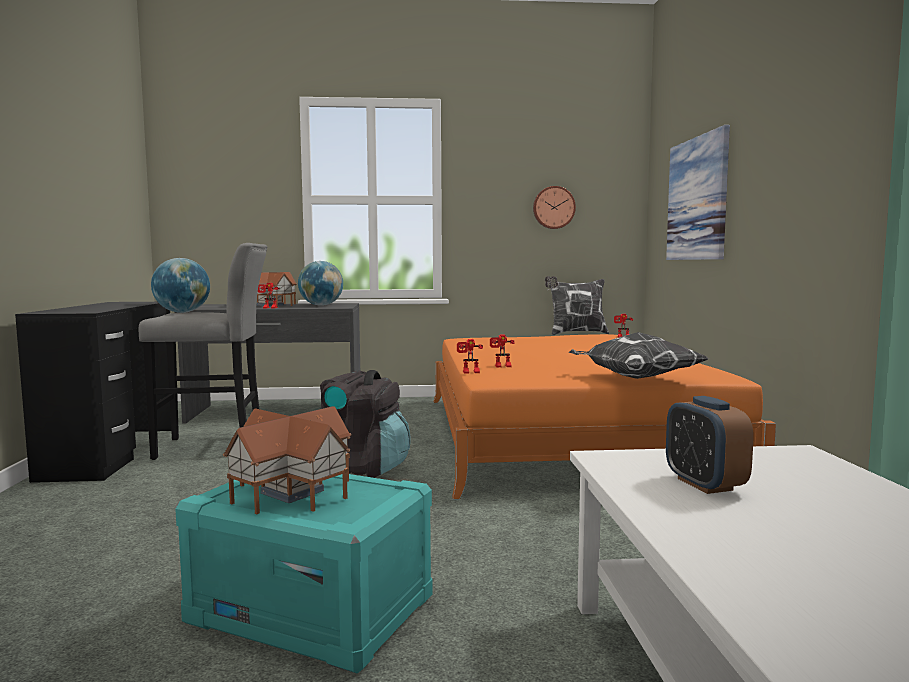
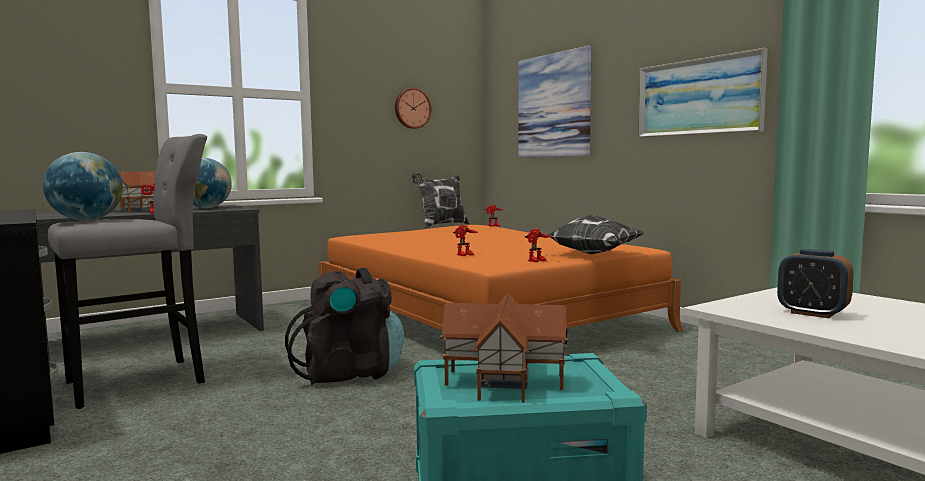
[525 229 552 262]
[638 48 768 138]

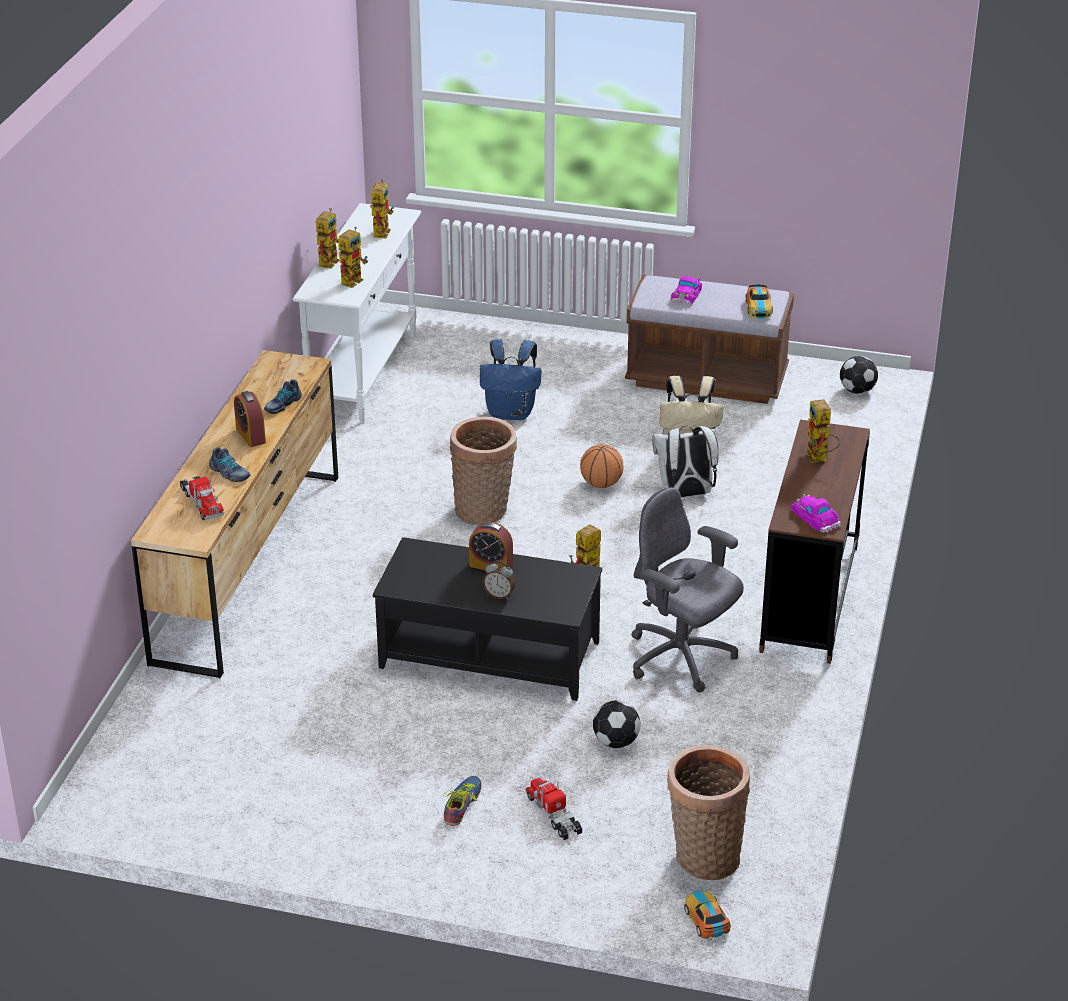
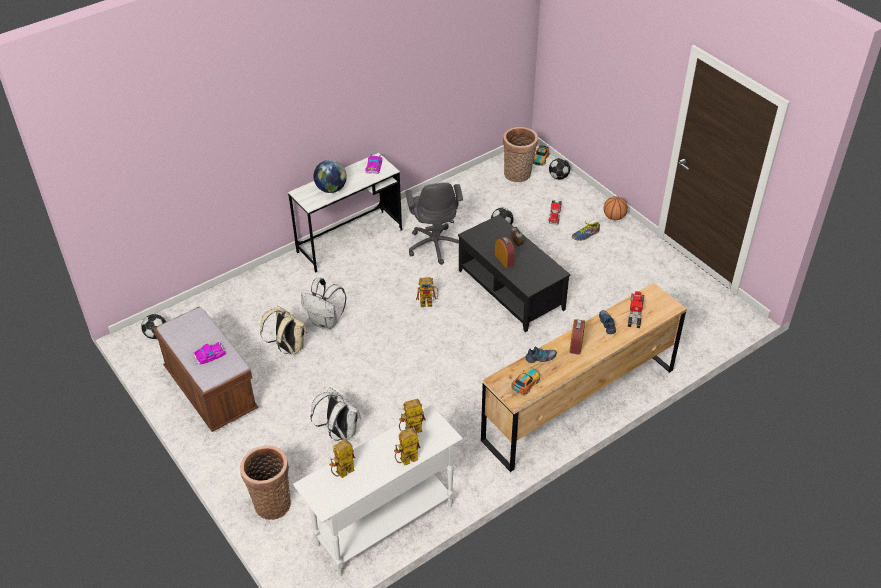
[240 445 291 520]
[288 153 403 272]
[310 387 361 441]
[314 160 347 193]
[511 368 540 395]
[549 158 570 180]
[603 196 628 220]

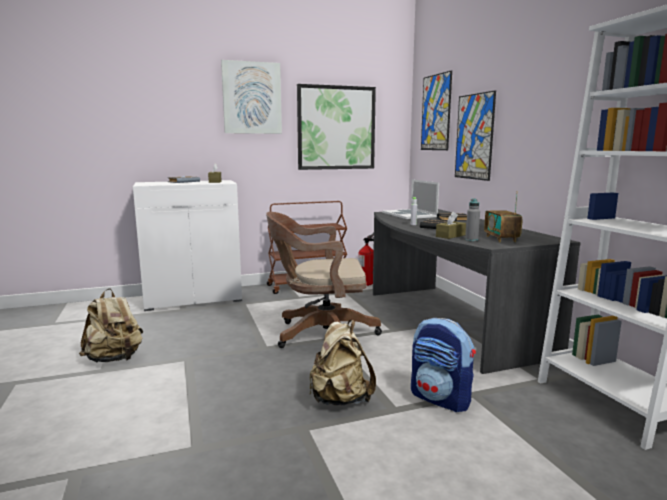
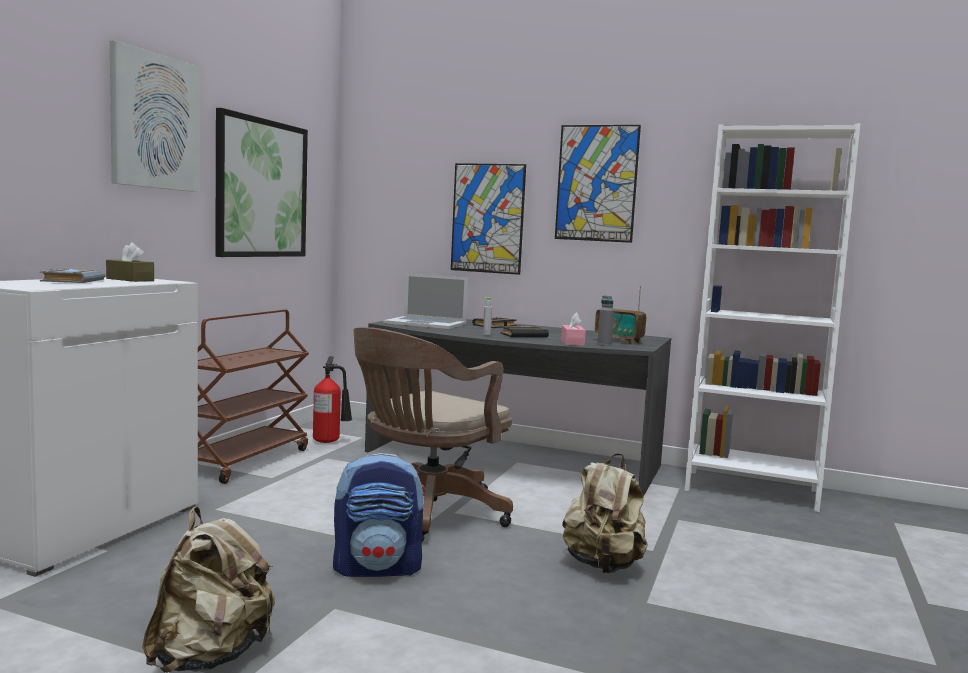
[333 453 425 577]
[555 125 641 243]
[561 313 586 346]

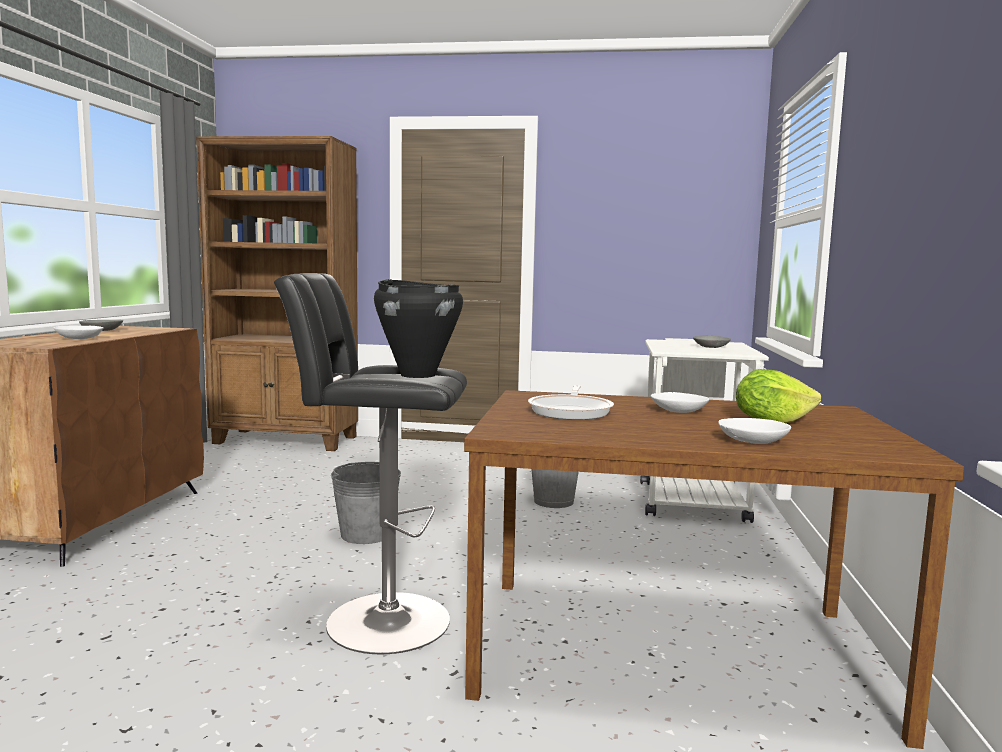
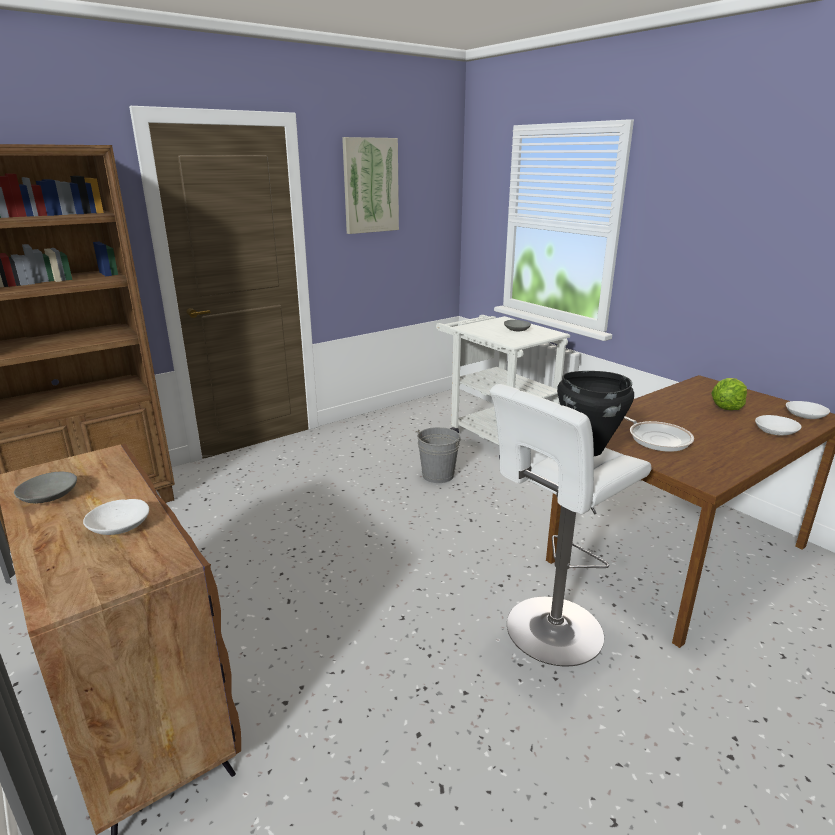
[342 137 399 234]
[490 384 651 667]
[786 401 830 419]
[331 462 401 544] (first image)

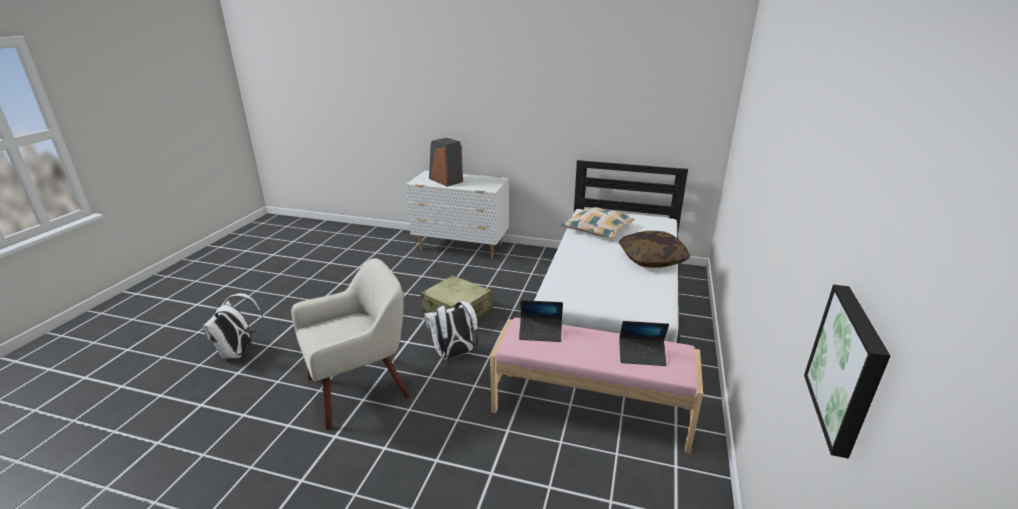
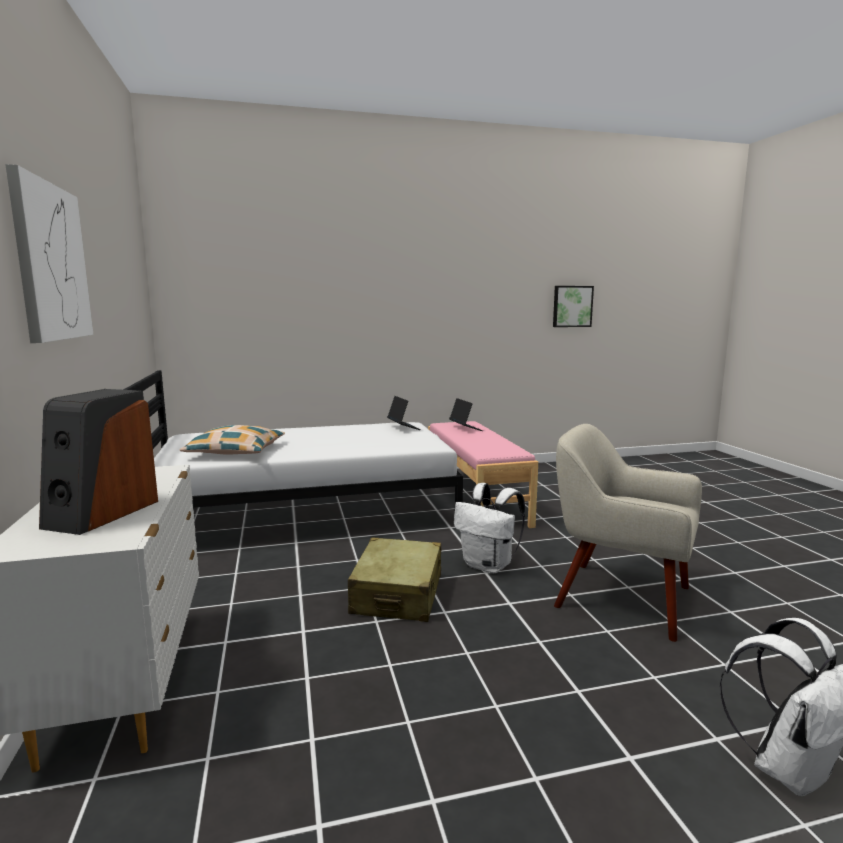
[5 164 93 343]
[387 396 421 430]
[619 231 690 268] (first image)

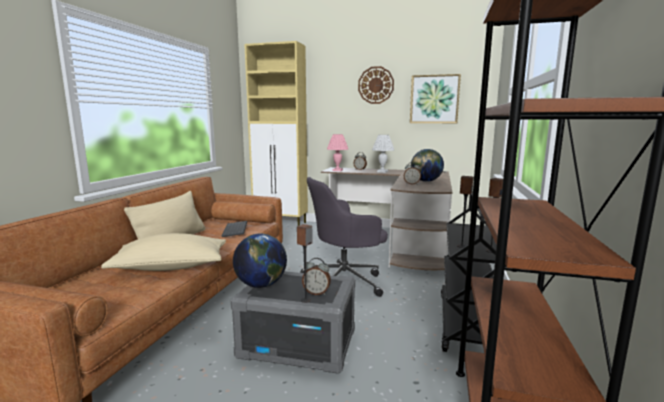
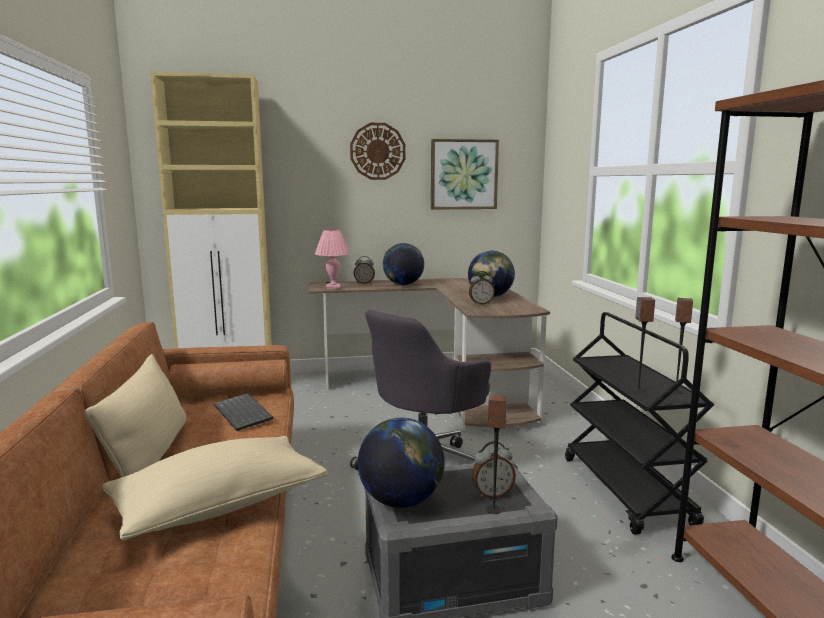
[383 243 424 285]

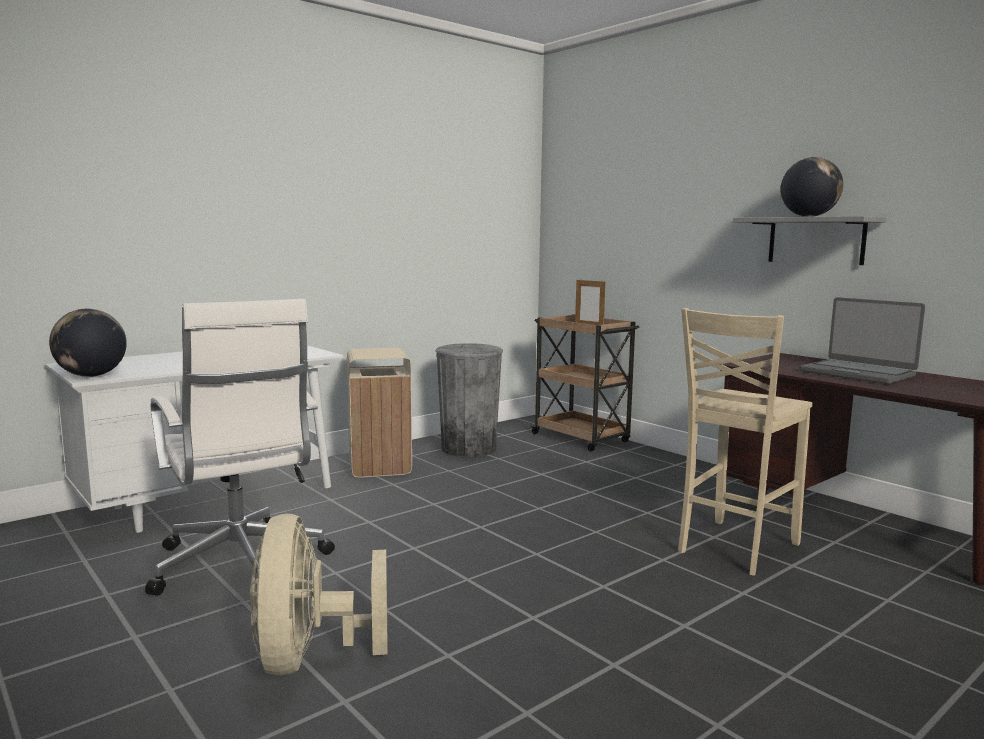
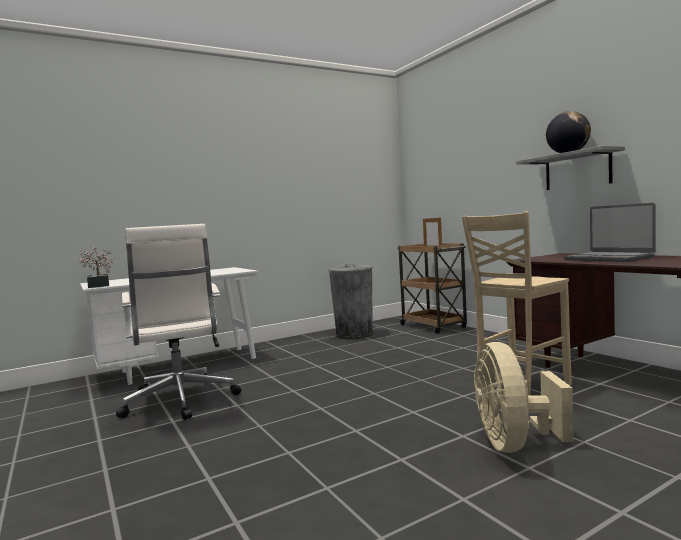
[79 247 116 288]
[474 342 573 453]
[347 348 412 477] (first image)

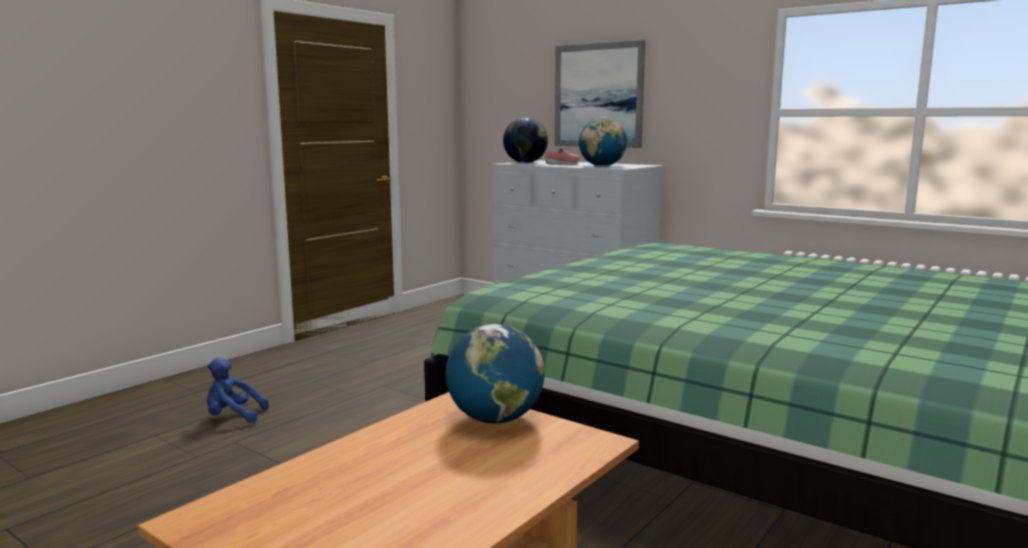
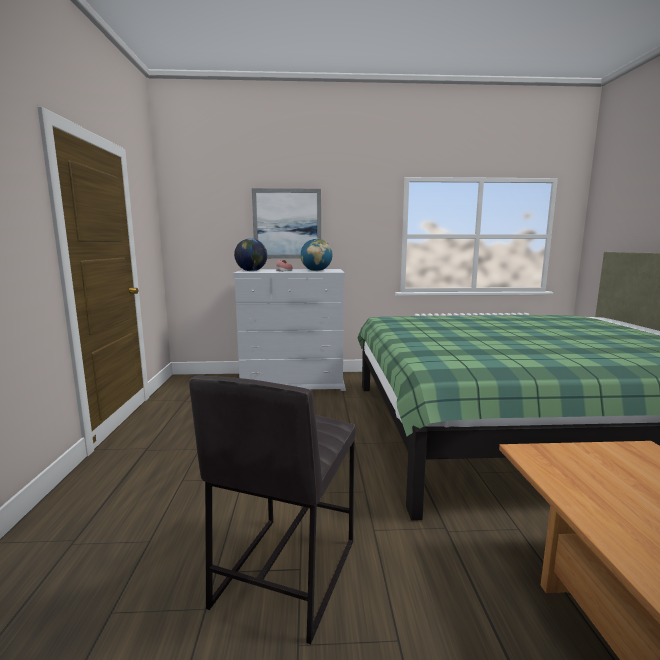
[189 376 356 644]
[207 358 269 423] (first image)
[446 324 544 424] (first image)

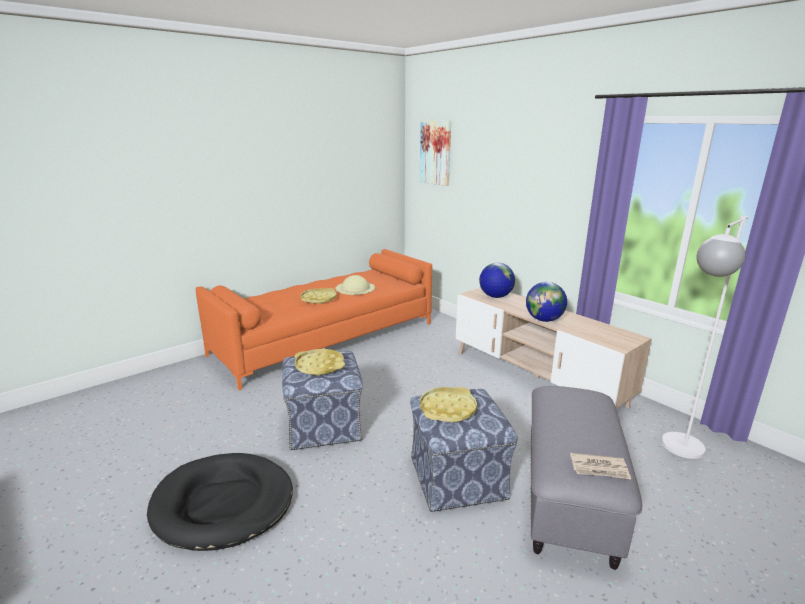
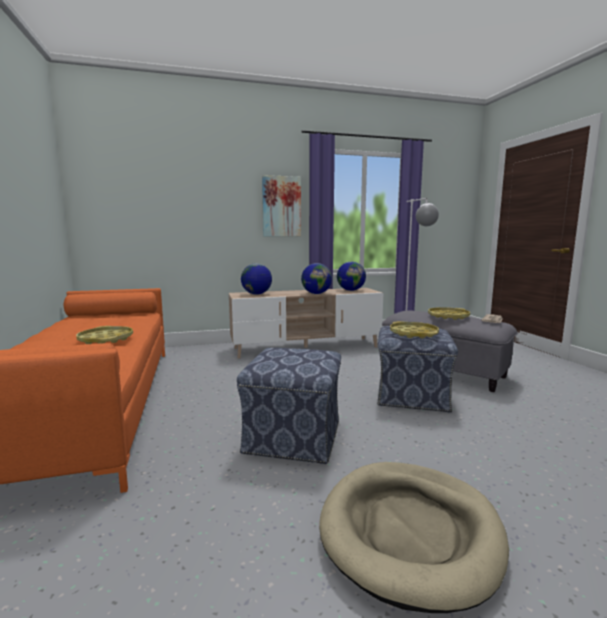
[262 175 301 237]
[319 462 509 613]
[337 262 366 291]
[428 307 470 320]
[335 275 375 295] (first image)

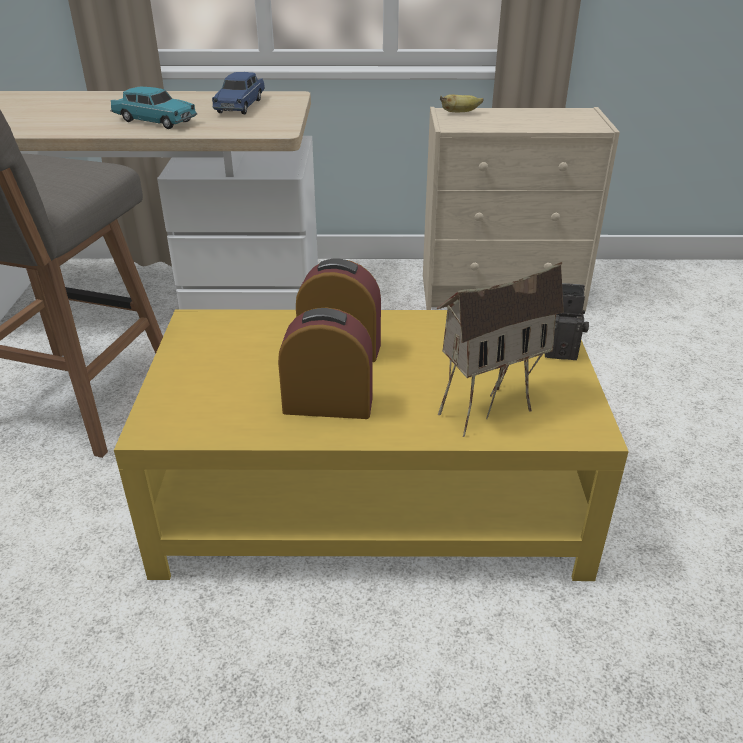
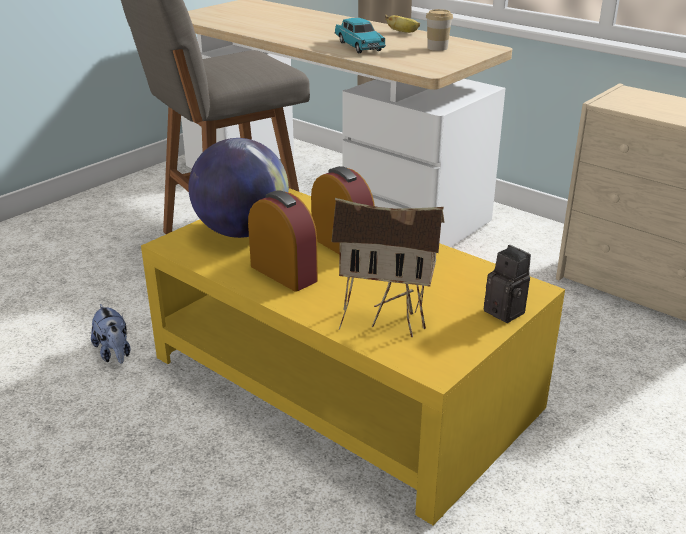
[91 304 130 364]
[188 138 289 238]
[385 15 420 33]
[426 9 453 51]

